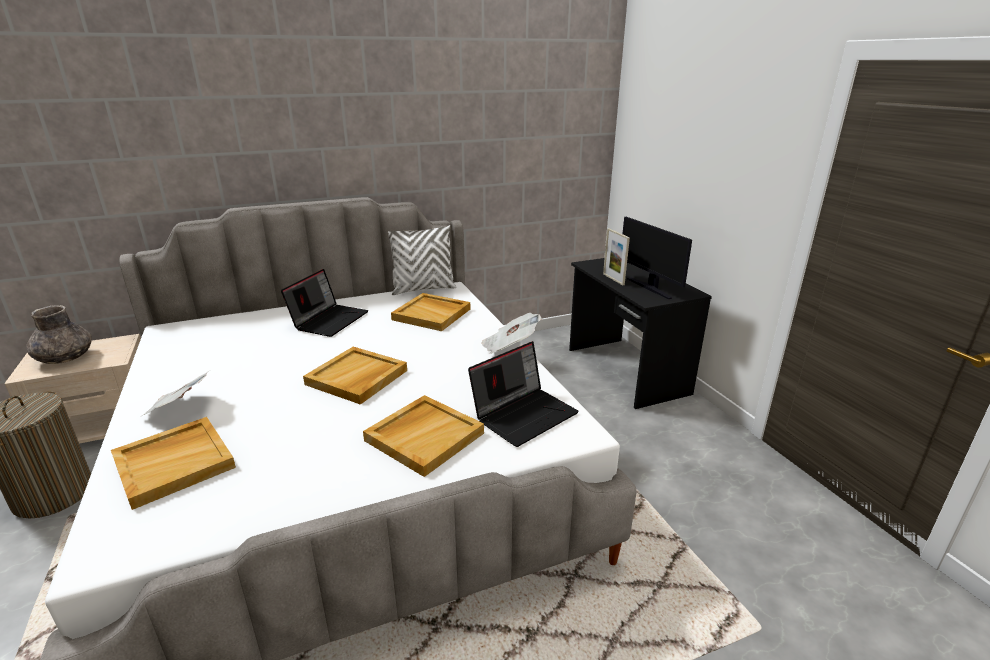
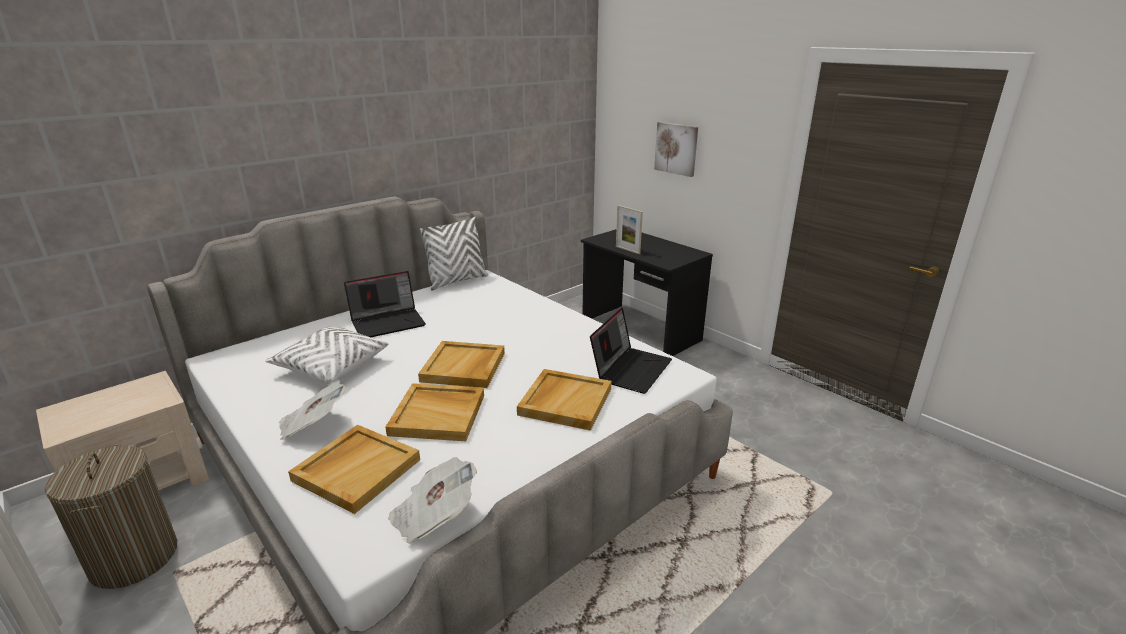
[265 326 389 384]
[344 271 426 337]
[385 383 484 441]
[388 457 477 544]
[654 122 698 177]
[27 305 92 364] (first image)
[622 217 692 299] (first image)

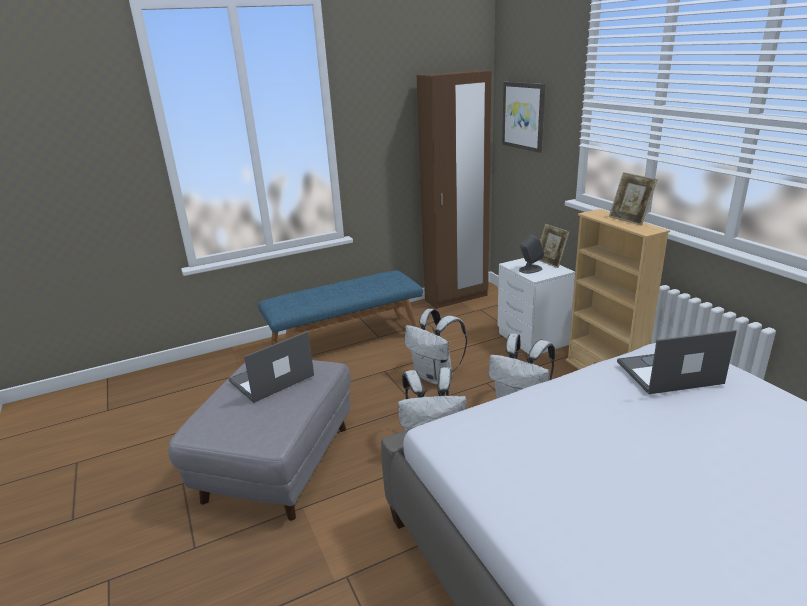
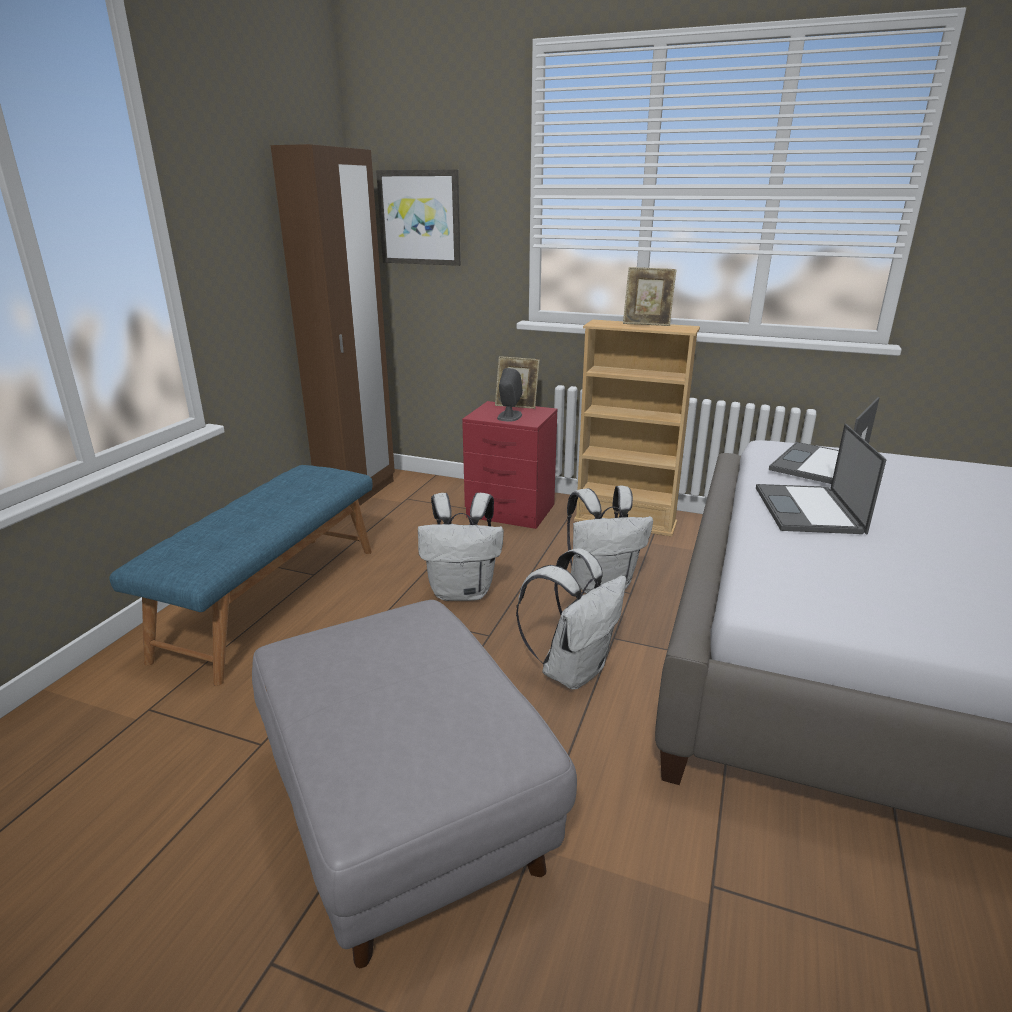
[462 401 557 529]
[756 424 887 534]

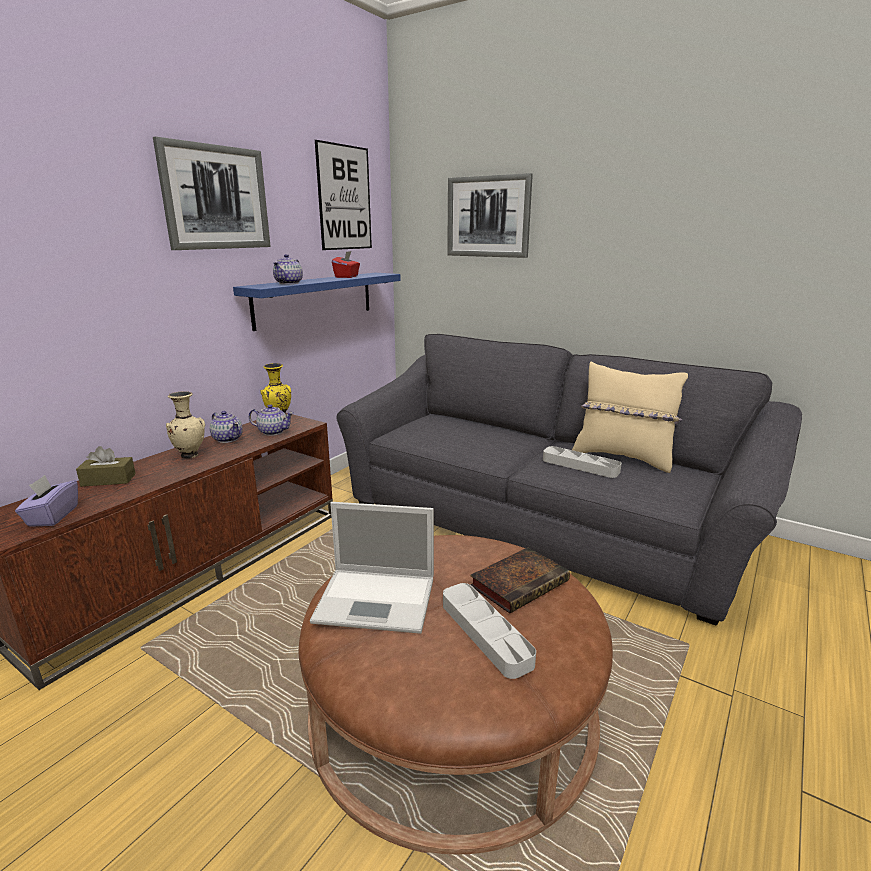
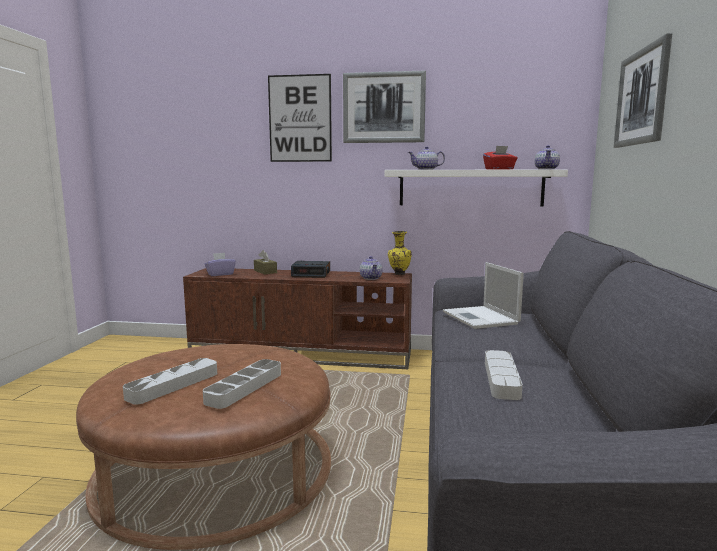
[203 359 281 409]
[268 74 332 162]
[291 261 330 278]
[384 169 568 206]
[443 262 524 329]
[534 145 560 169]
[572 362 688 473] (first image)

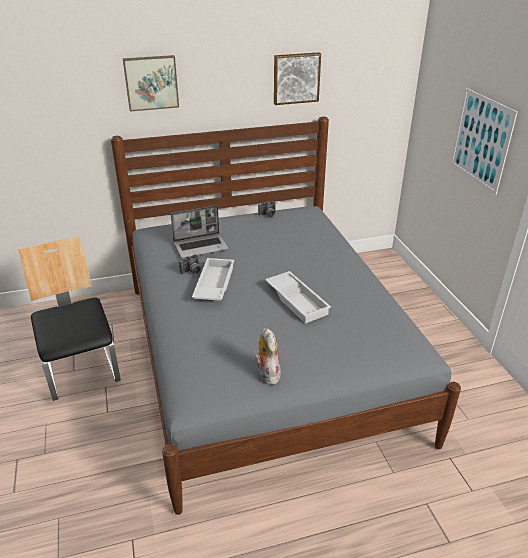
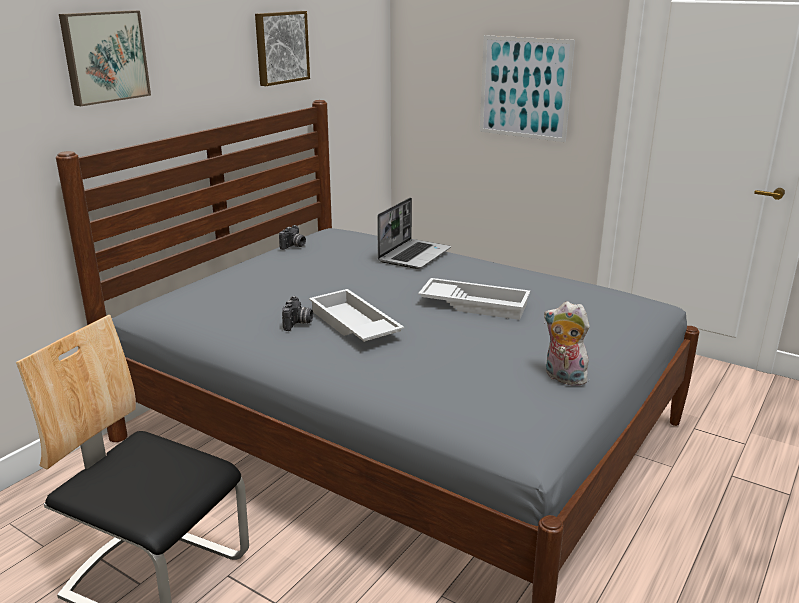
[377 197 451 269]

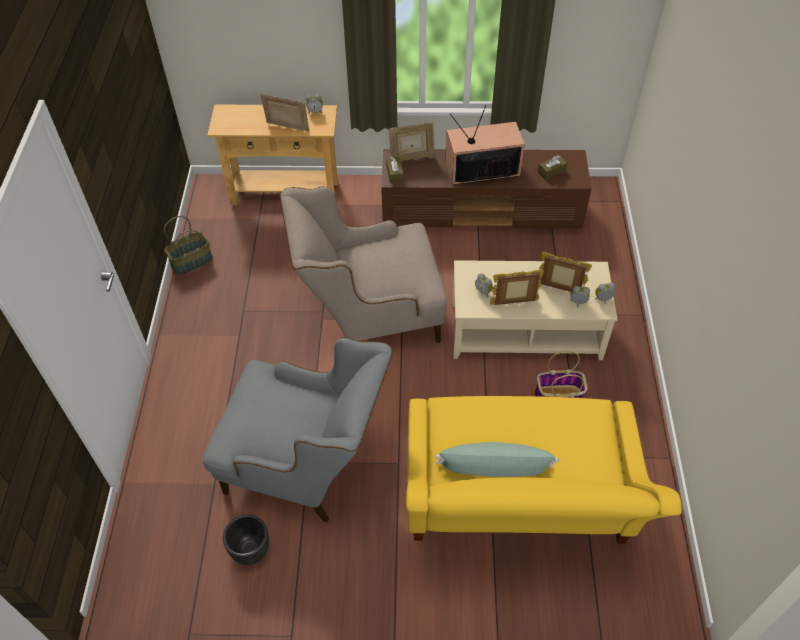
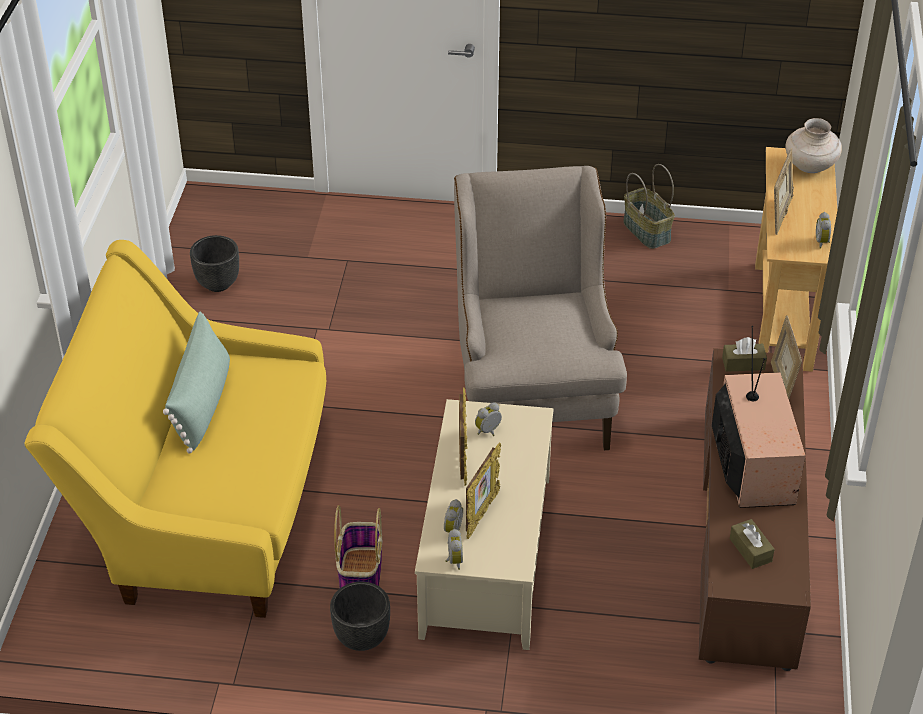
[330 582 390 651]
[785 118 842 173]
[203 337 393 522] (first image)

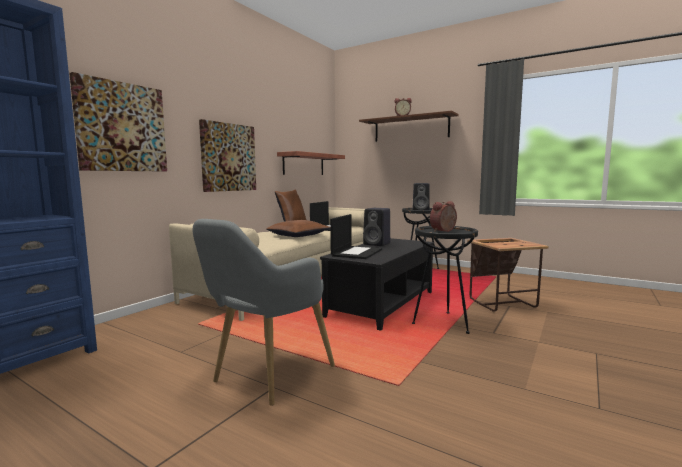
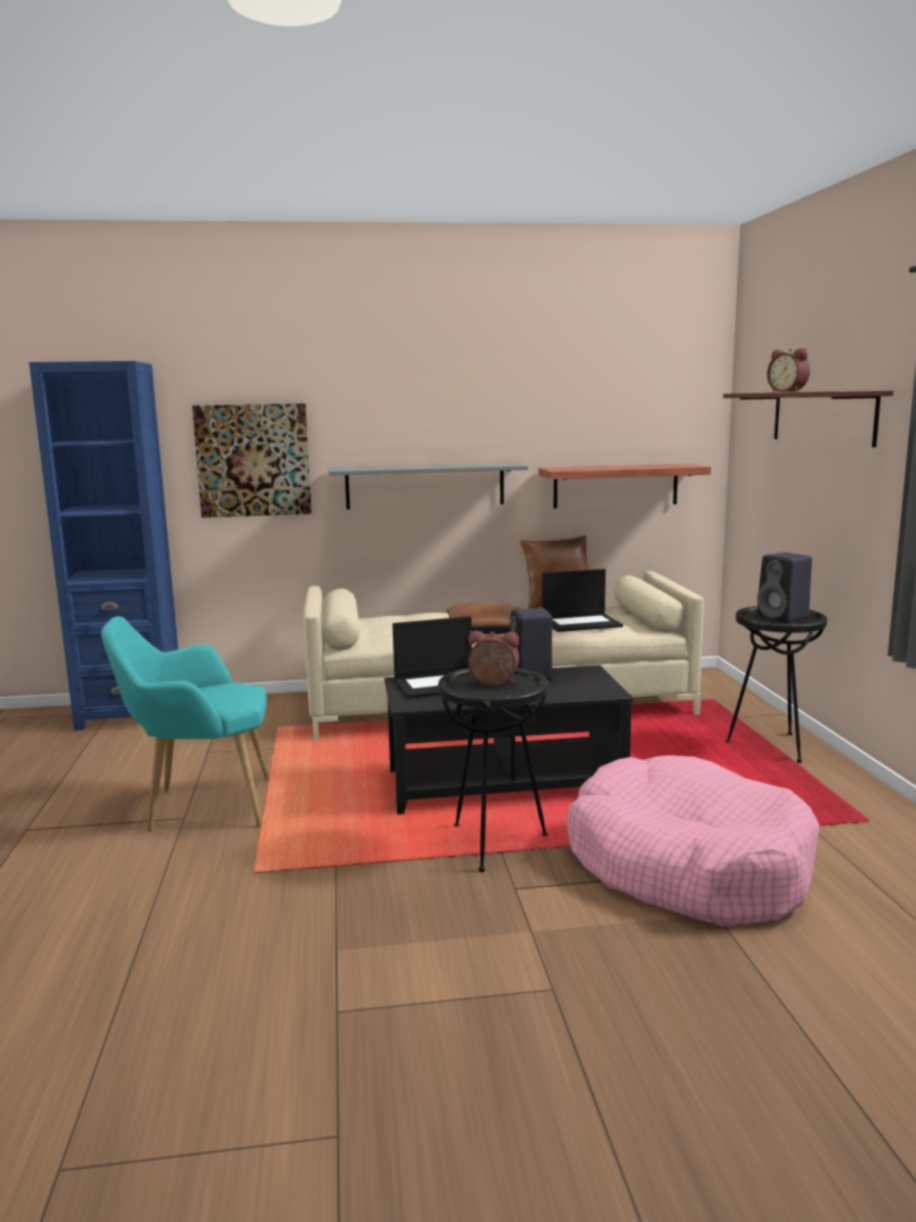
[101 616 270 831]
[329 463 528 510]
[567 755 820 927]

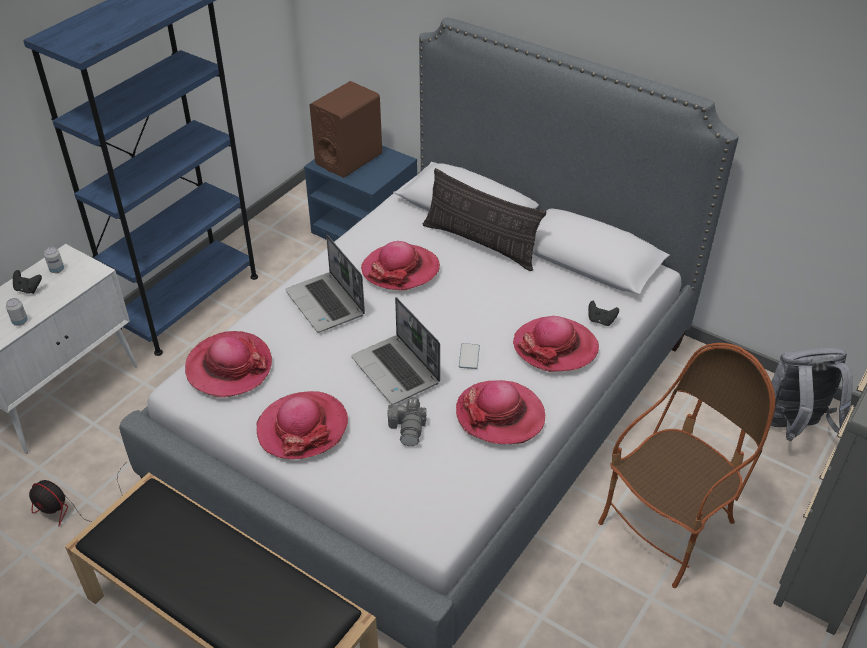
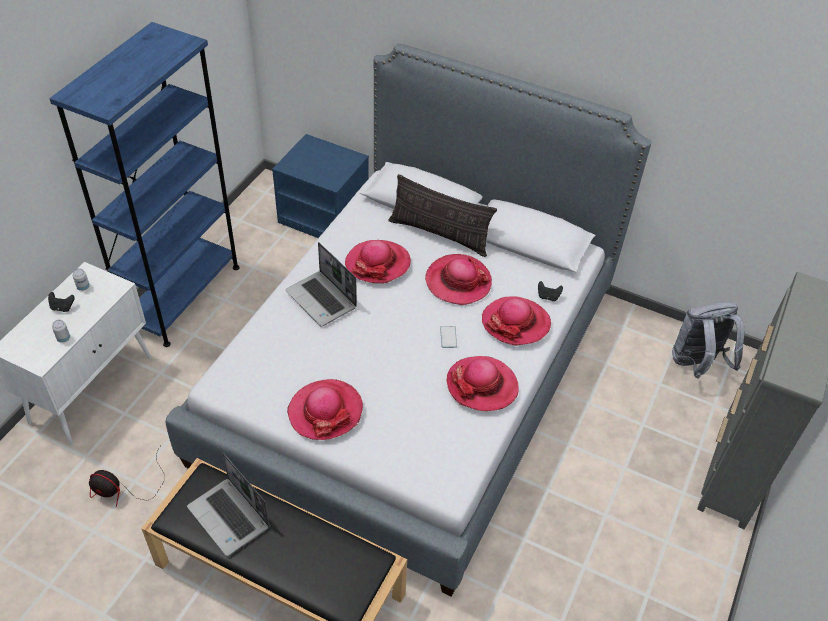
[187 453 270 556]
[425 254 492 305]
[309 81 382 178] (first image)
[387 397 427 446] (first image)
[598 343 775 588] (first image)

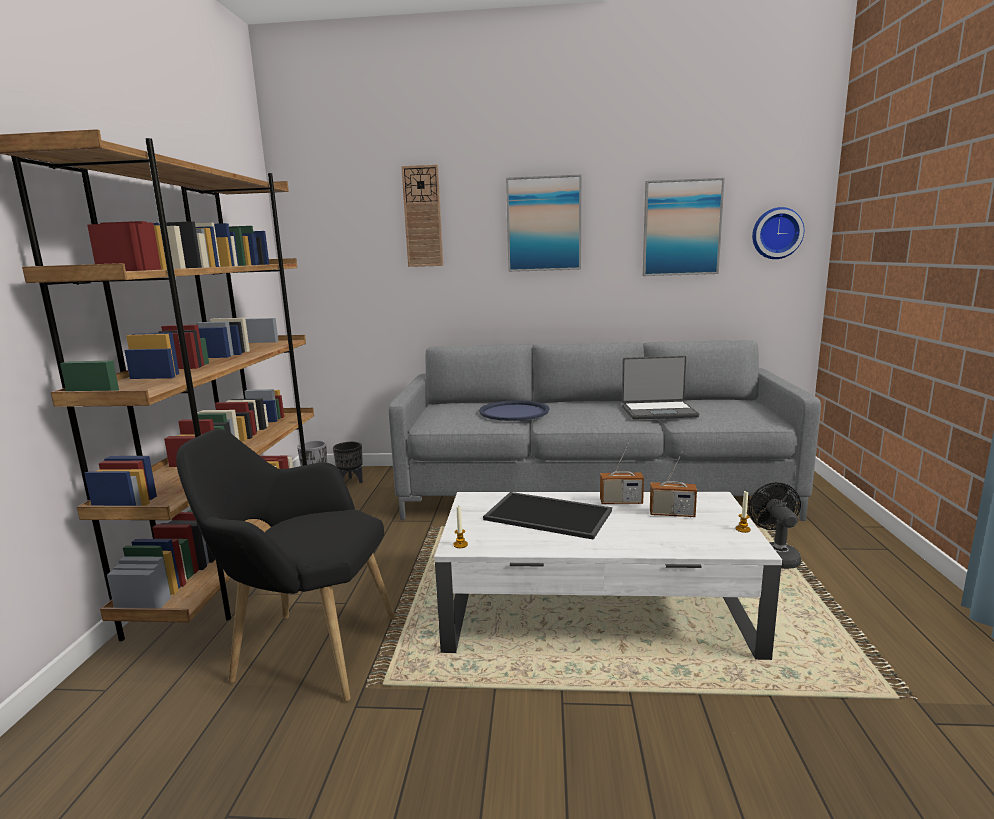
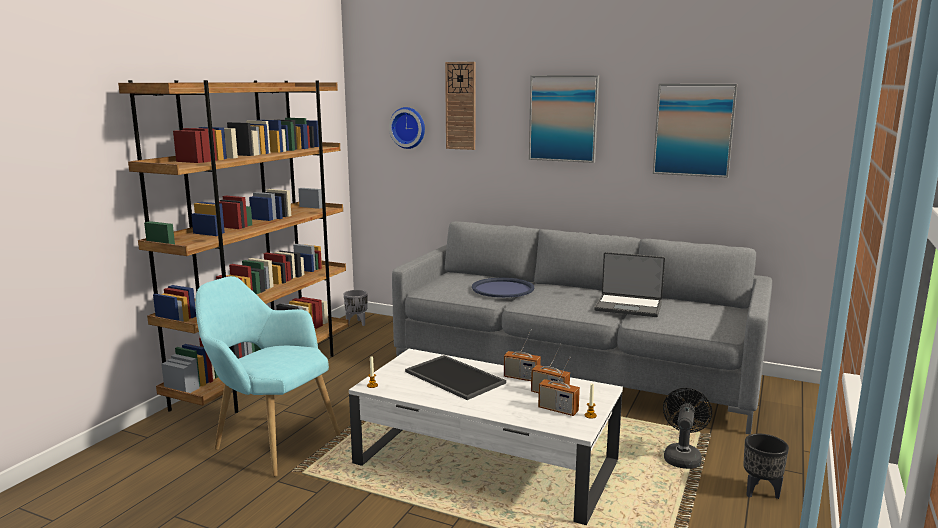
[195 276 340 477]
[389 107 425 149]
[538 357 580 416]
[743 434 789 499]

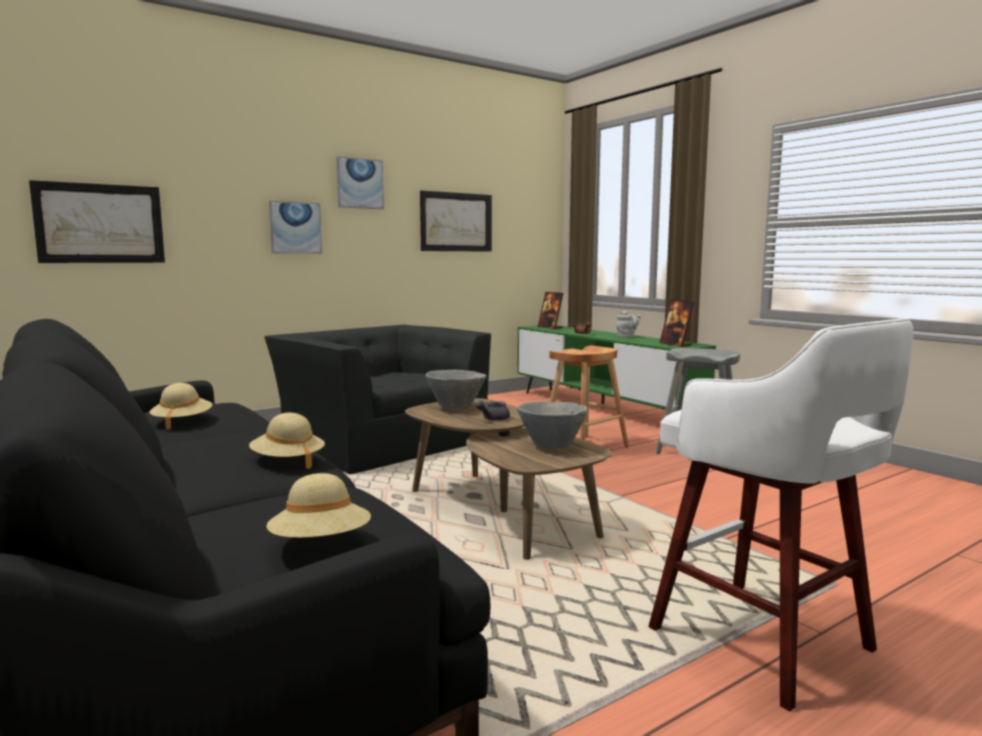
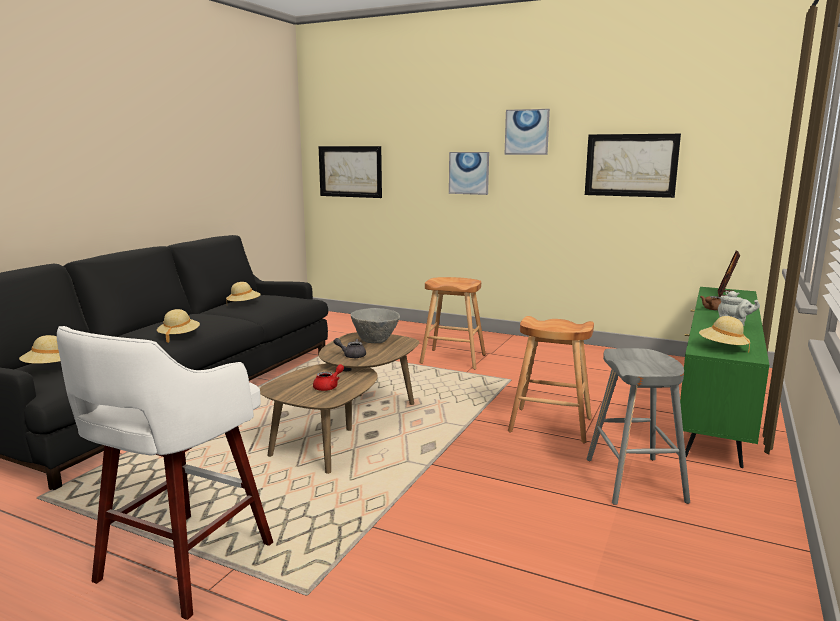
[313 364 344 391]
[419 277 486 369]
[699 316 750 353]

